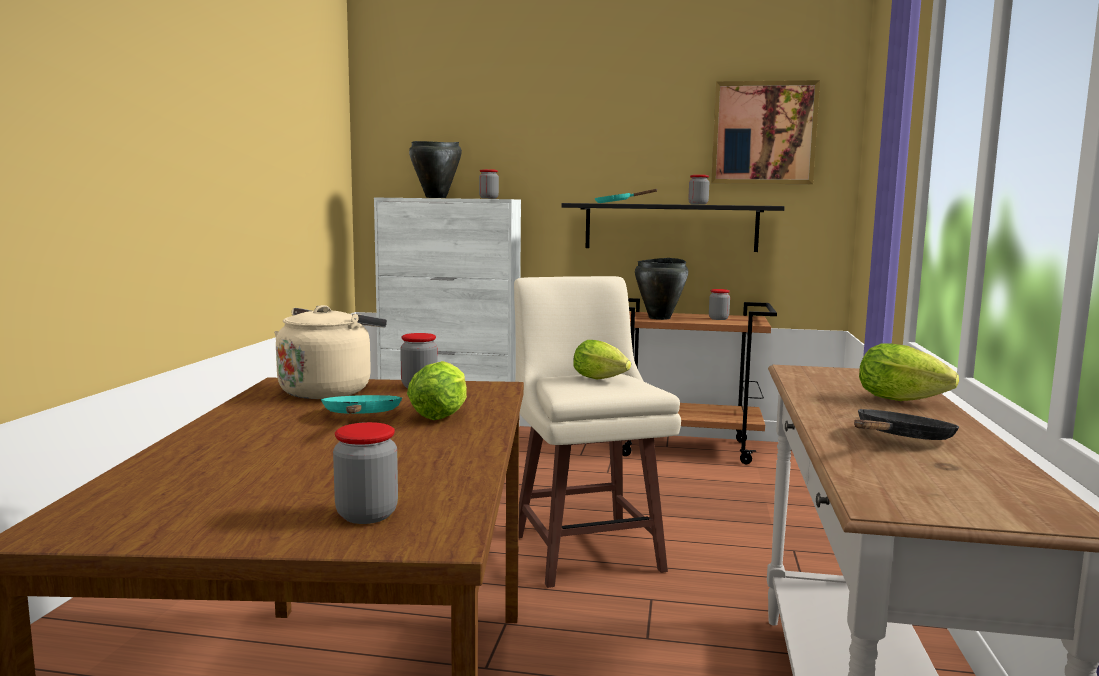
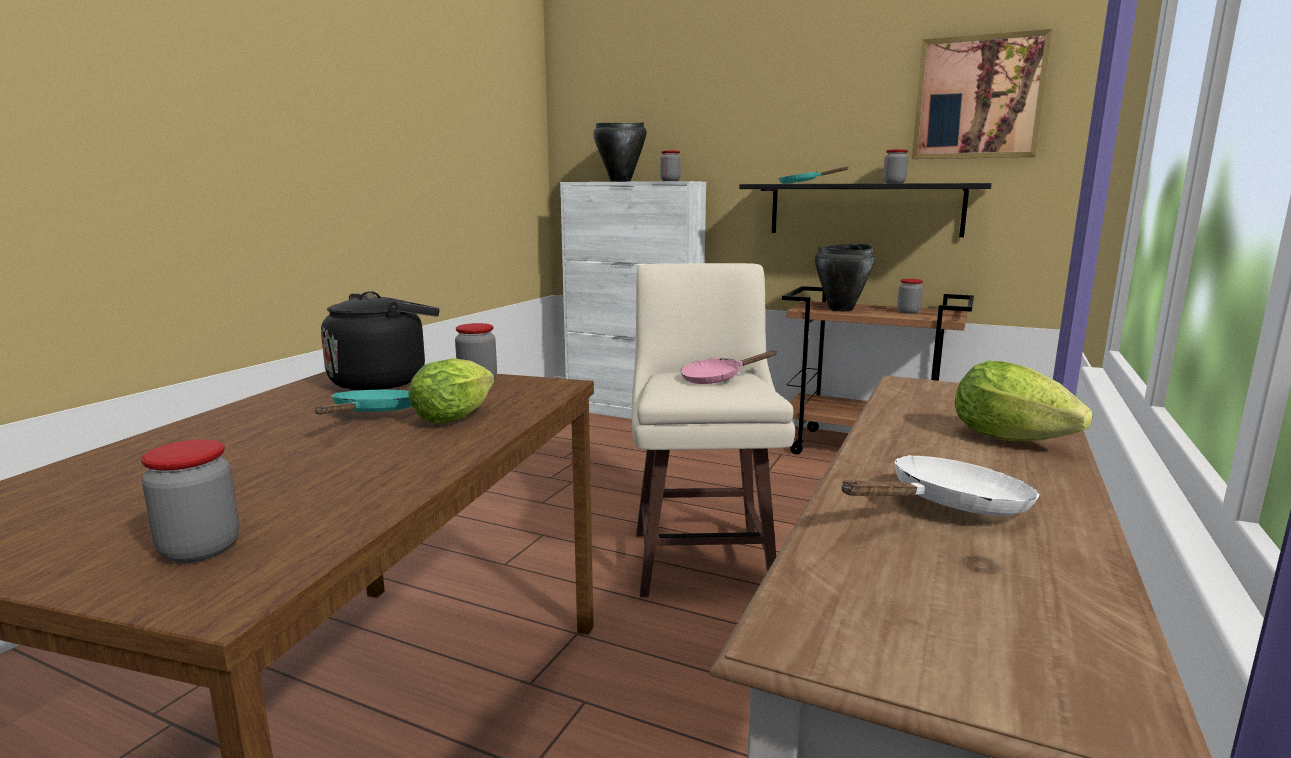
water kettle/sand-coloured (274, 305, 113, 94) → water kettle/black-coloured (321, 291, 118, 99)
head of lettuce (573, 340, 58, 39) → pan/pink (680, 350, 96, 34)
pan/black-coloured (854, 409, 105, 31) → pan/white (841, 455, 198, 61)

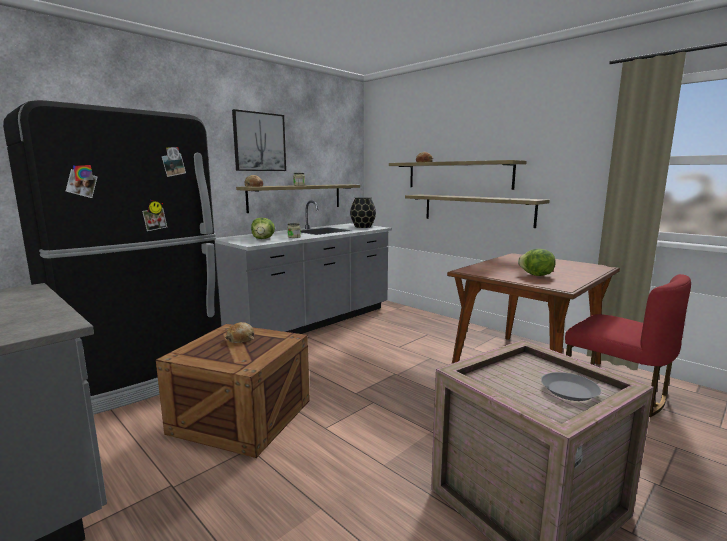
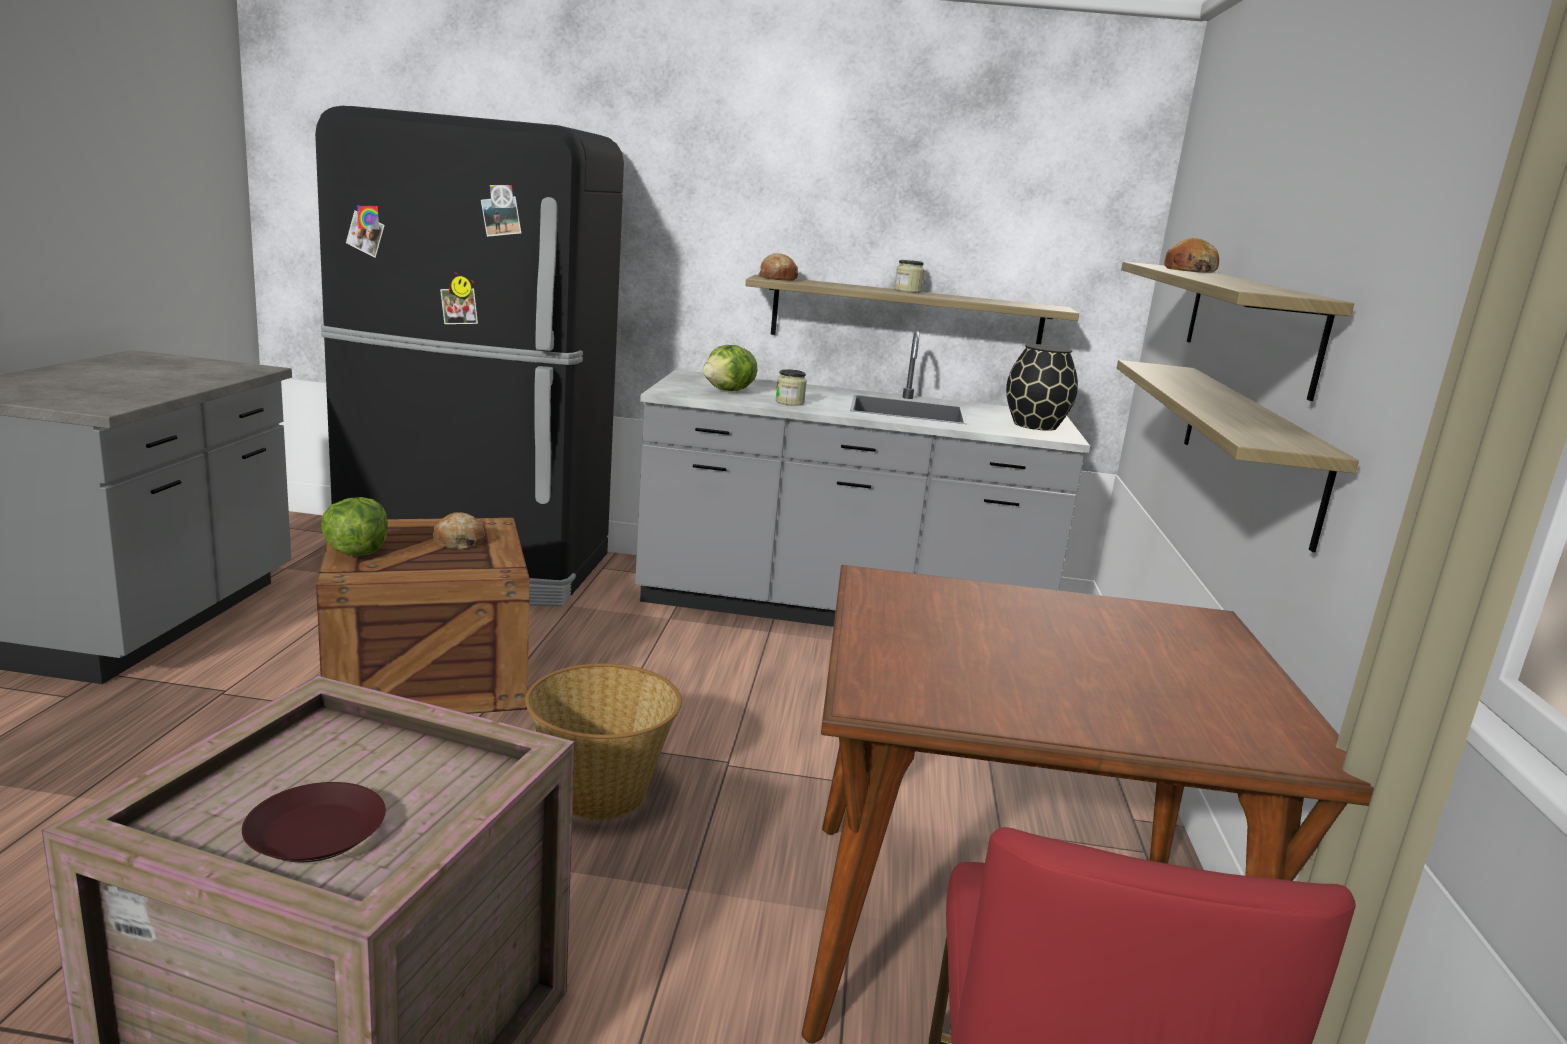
flat dish/gray (541, 372, 60, 29) → flat dish/brown-coloured (242, 782, 144, 80)
head of lettuce (518, 249, 37, 27) → head of lettuce (321, 497, 67, 59), relocated
- → basket (525, 663, 157, 157)
wall art (232, 109, 54, 62) → -

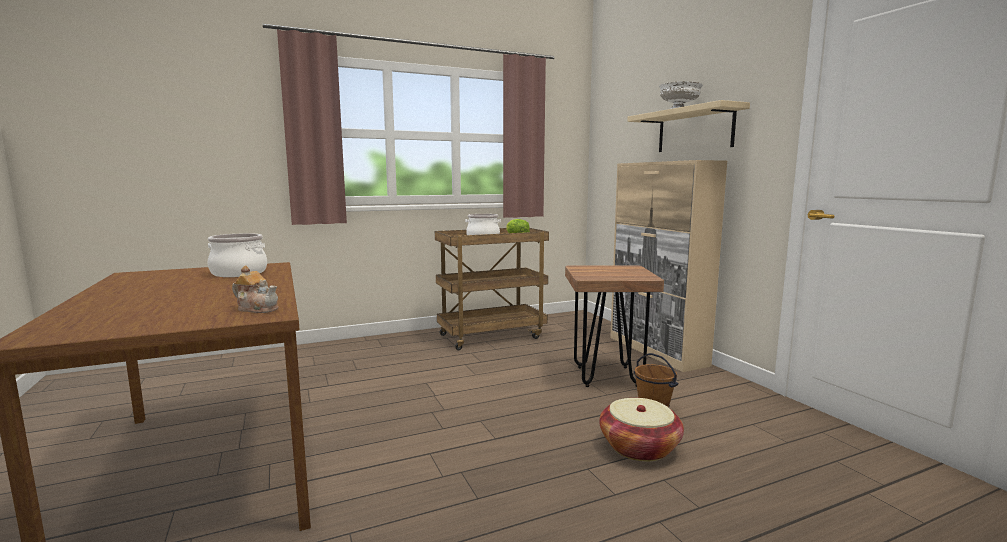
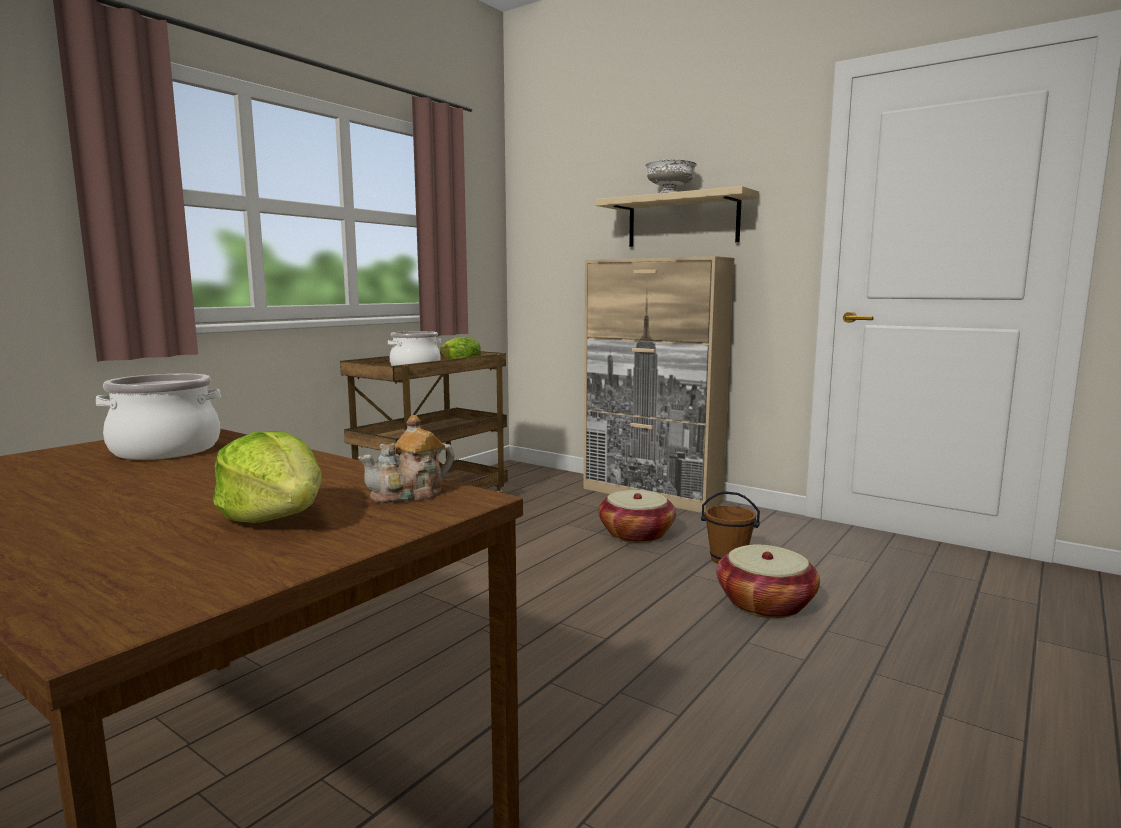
- → head of lettuce (213, 431, 108, 92)
pot for tea (232, 265, 47, 48) → pot for tea (358, 415, 96, 88), 150 degrees clockwise
stool/brown-coloured (565, 265, 99, 122) → basket (598, 490, 78, 53)

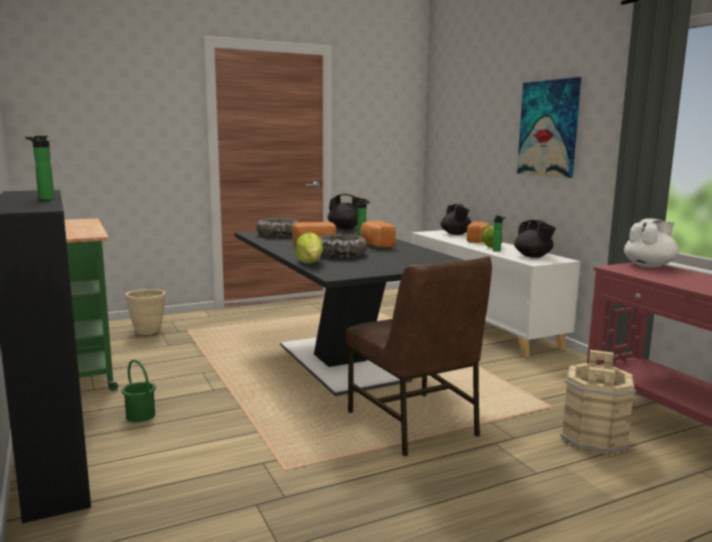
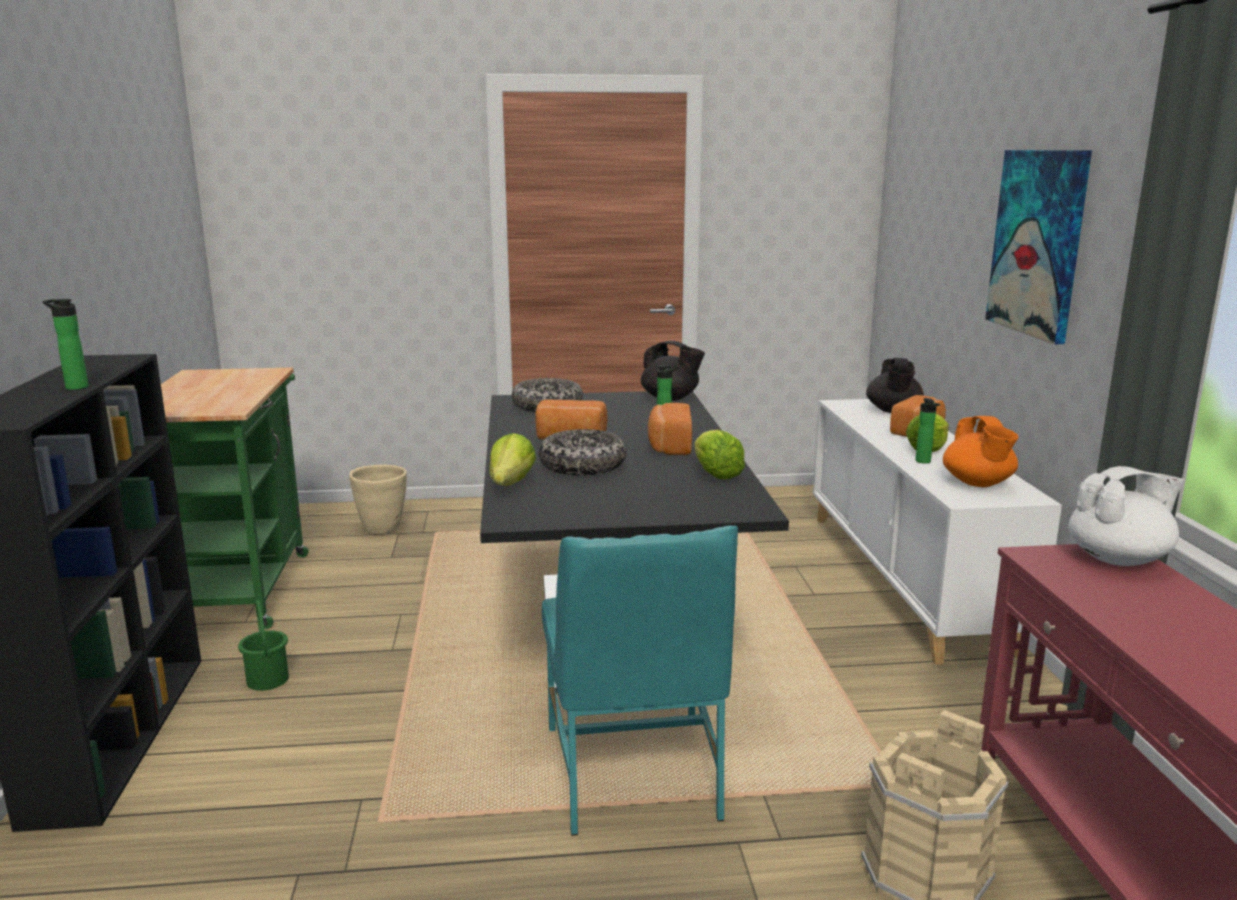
plain chair/brown-coloured (346, 256, 146, 200) → plain chair/turquoise-coloured (542, 525, 196, 311)
- → head of lettuce (695, 430, 50, 50)
pot for tea/black-coloured (514, 220, 42, 38) → pot for tea/orangey (943, 416, 76, 71)

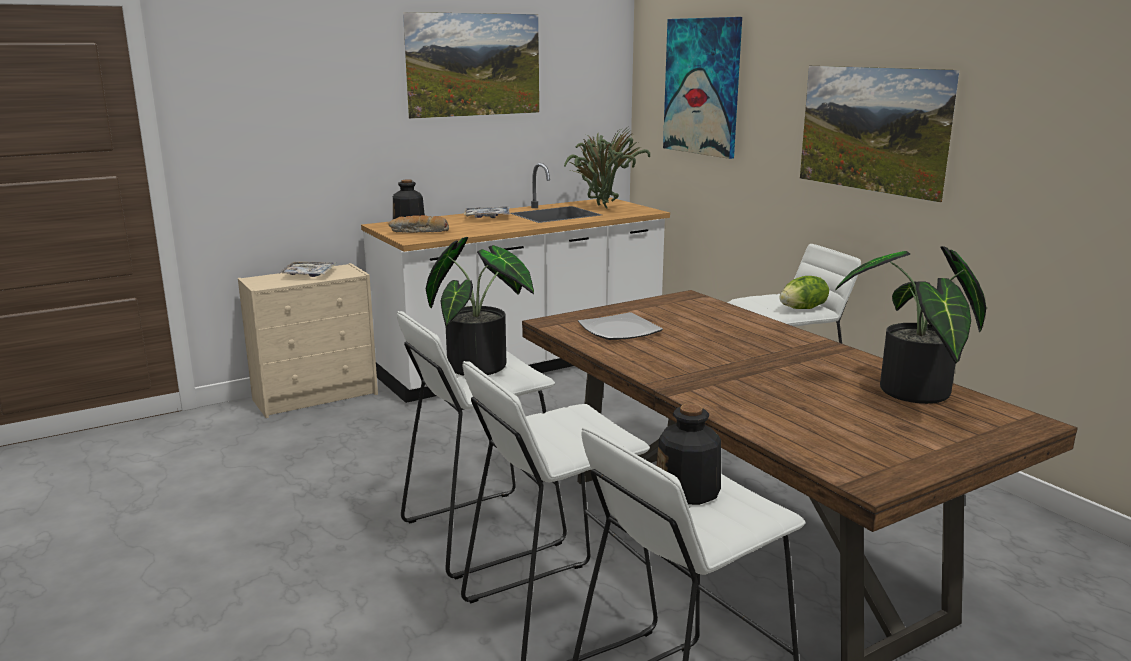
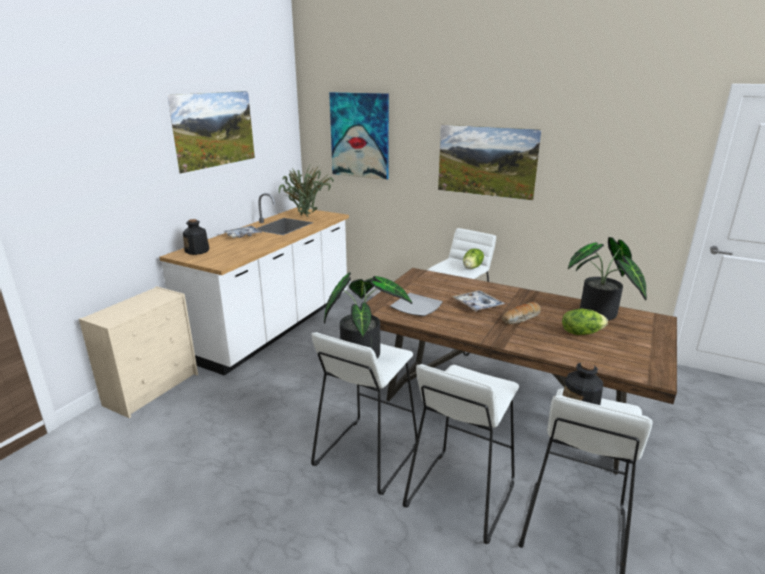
serving tray (278, 262, 59, 15) → serving tray (452, 290, 53, 21), relocated
bread (388, 215, 61, 18) → bread (502, 302, 39, 22), relocated
- → head of lettuce (562, 309, 46, 26)

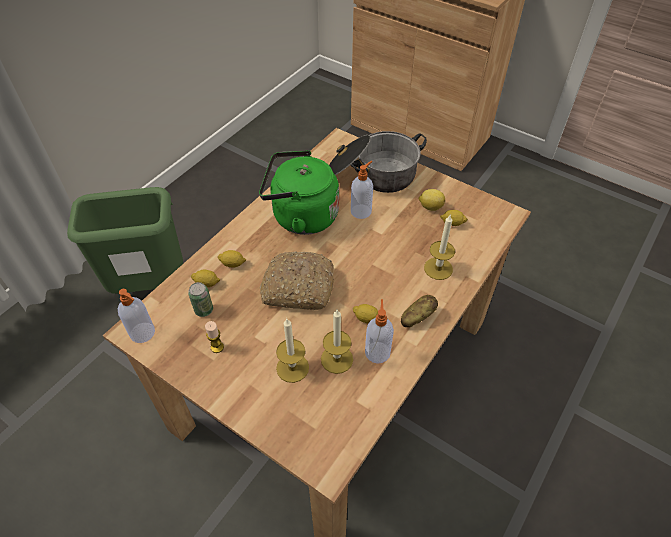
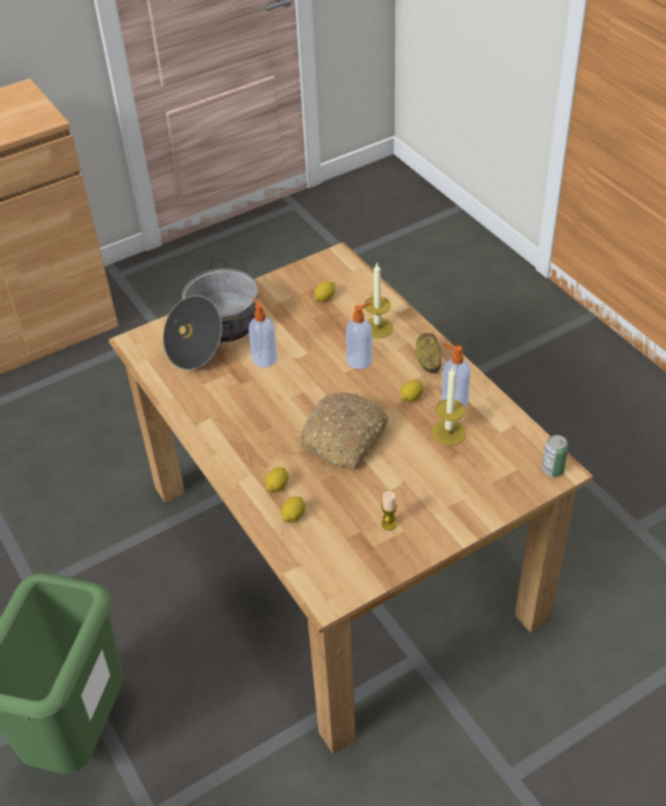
soap bottle (118, 289, 37, 54) → soap bottle (346, 302, 26, 67), relocated
can (188, 282, 25, 35) → can (542, 435, 26, 42), relocated
water kettle/green (259, 150, 80, 85) → -
wax candle (276, 319, 33, 64) → -
citrus fruit (418, 189, 27, 22) → -

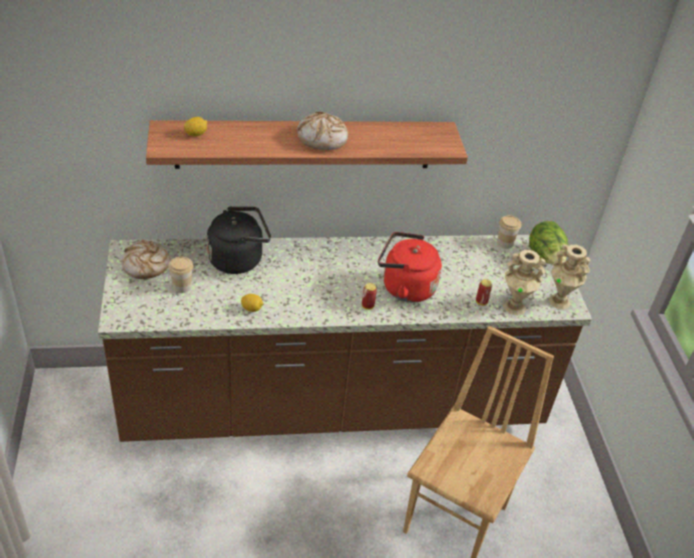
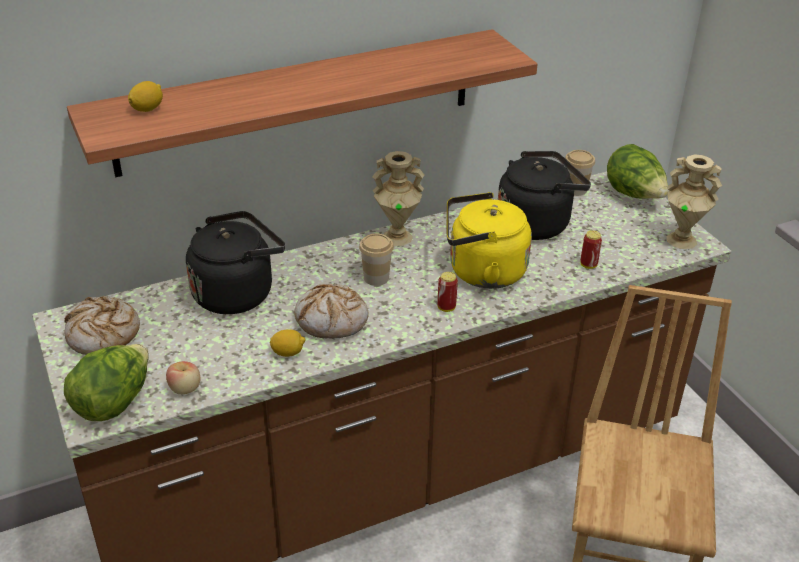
- → head of lettuce (64, 344, 84, 77)
- → apple fruit (166, 361, 34, 33)
bread (297, 112, 51, 38) → bread (294, 284, 75, 55), relocated
cup (168, 257, 25, 36) → cup (359, 234, 35, 52), relocated
vase/sand-coloured (503, 250, 43, 65) → vase/sand-coloured (372, 151, 53, 95), relocated
water kettle/reddish (378, 232, 64, 70) → water kettle/yellow (447, 192, 85, 97)
- → water kettle/black-coloured (498, 151, 93, 89)

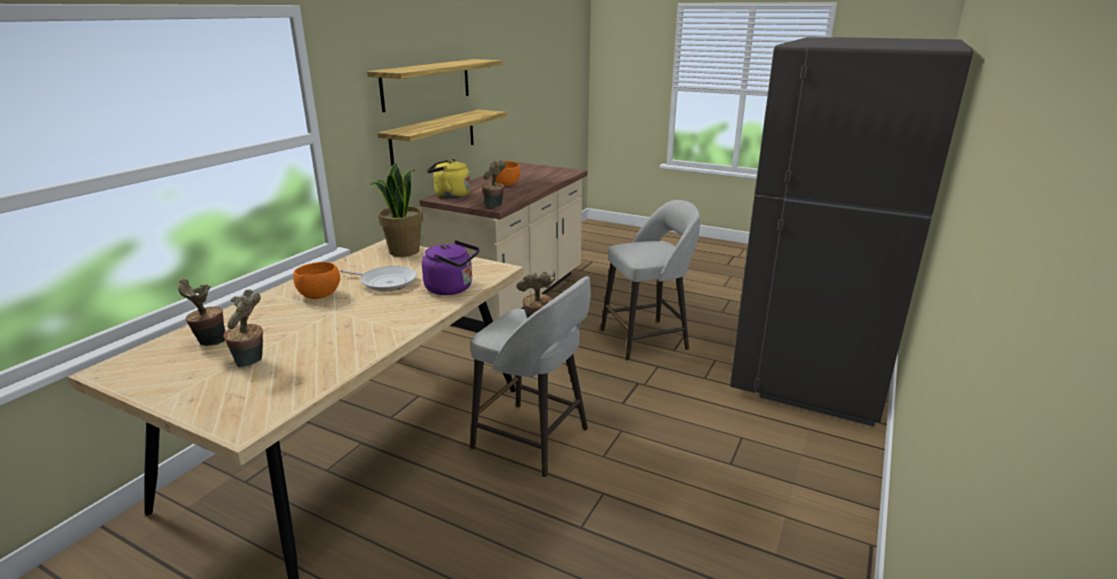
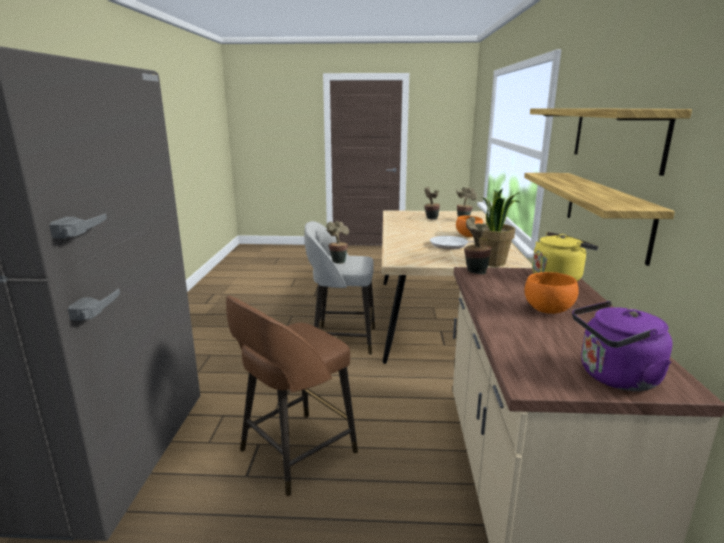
stool/gray (601, 200, 99, 161) → stool/brown-coloured (226, 296, 132, 200)
water kettle/purple-coloured (422, 240, 57, 55) → water kettle/purple-coloured (572, 301, 101, 90), relocated

